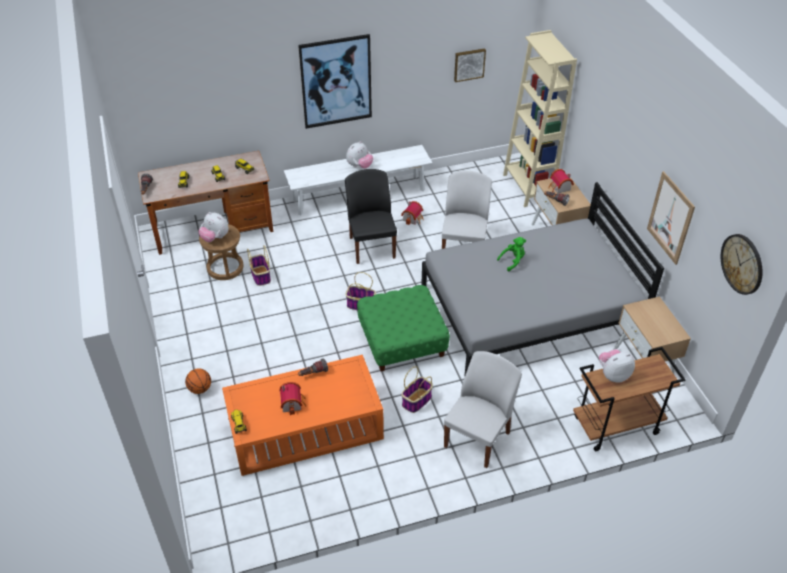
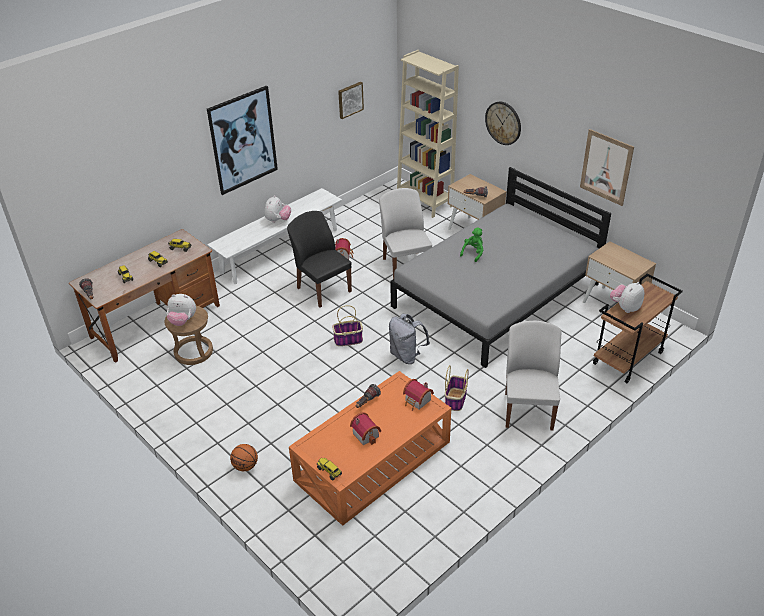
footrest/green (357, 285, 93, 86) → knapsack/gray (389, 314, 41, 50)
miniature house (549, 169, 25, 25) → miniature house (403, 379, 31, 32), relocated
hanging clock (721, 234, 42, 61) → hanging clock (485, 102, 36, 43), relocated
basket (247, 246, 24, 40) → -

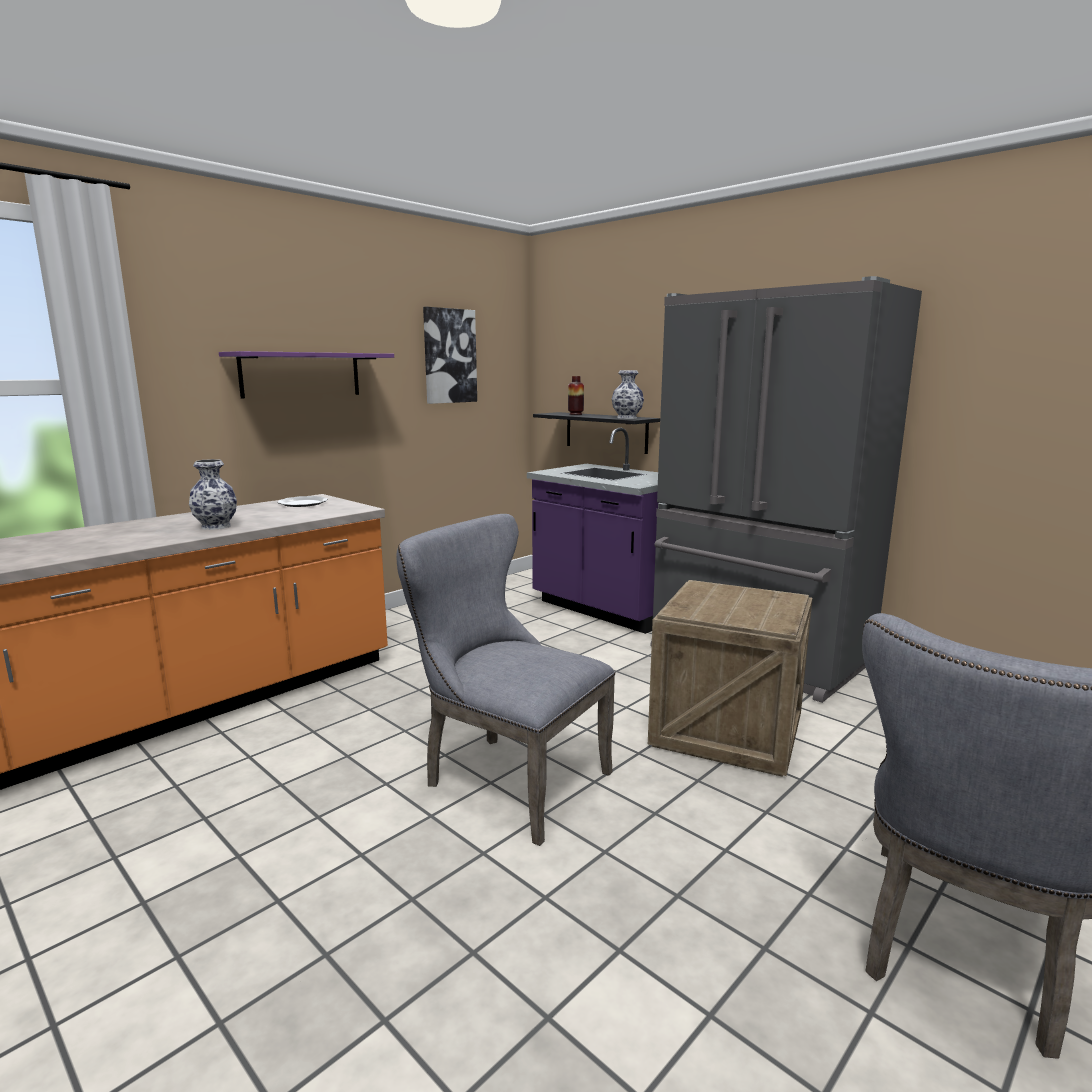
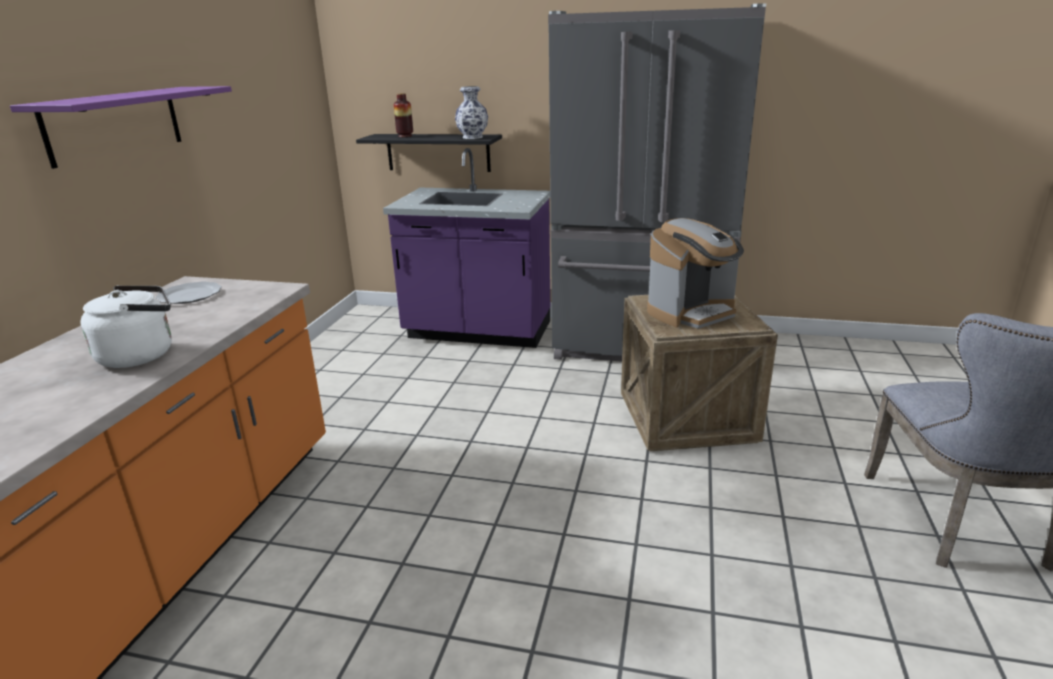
vase (189, 459, 48, 71) → water kettle/white (80, 286, 92, 82)
- → coffee machine (647, 218, 97, 111)
plain chair/gray (397, 514, 218, 332) → -
wall art (423, 307, 54, 97) → -

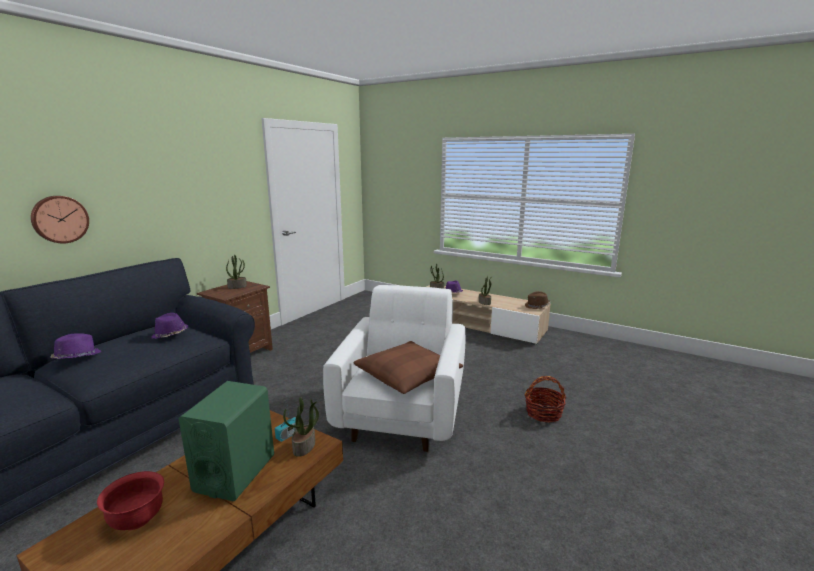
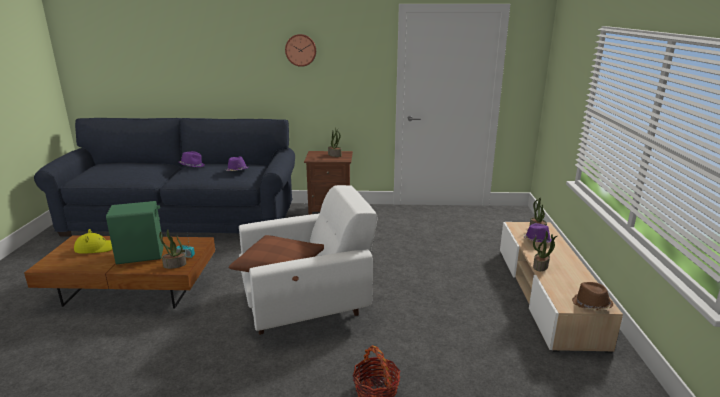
serving bowl/reddish (97, 471, 67, 59) → wearable hat/yellow (74, 229, 39, 25)
hanging clock (31, 196, 58, 48) → hanging clock (285, 34, 31, 33), relocated

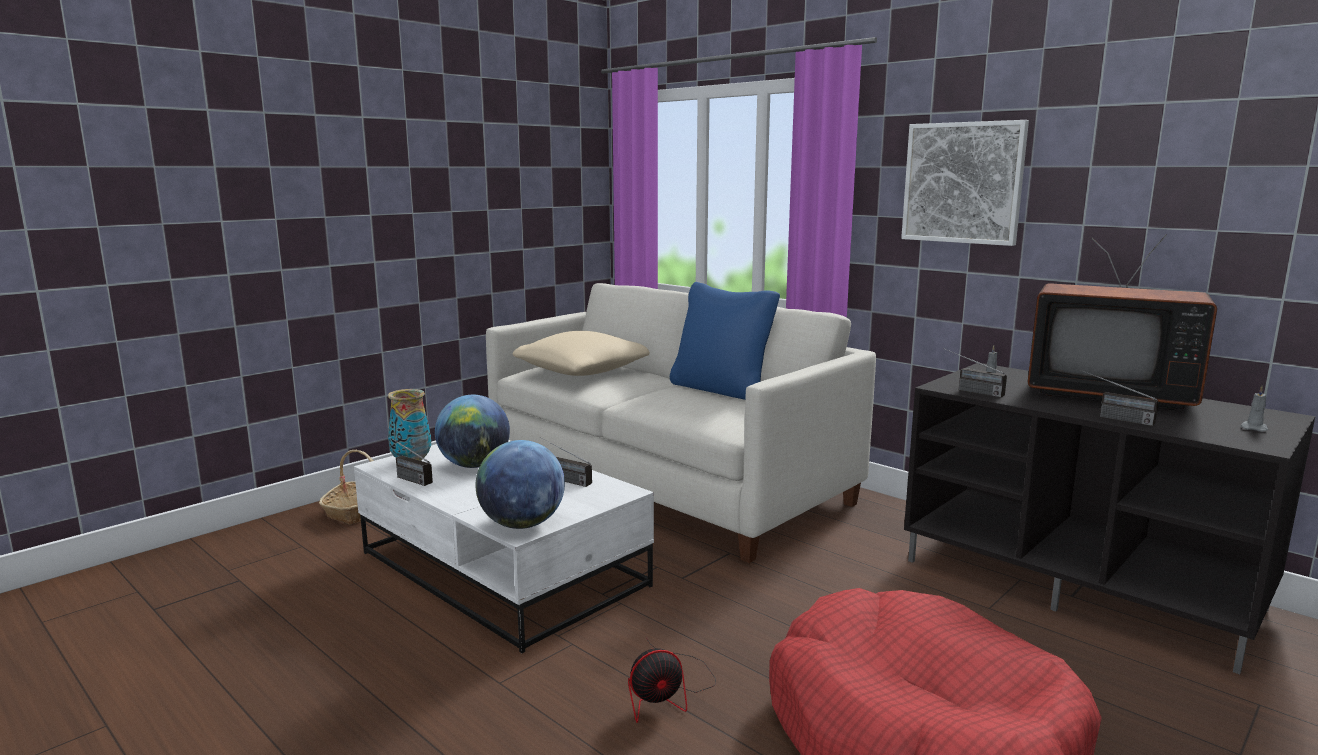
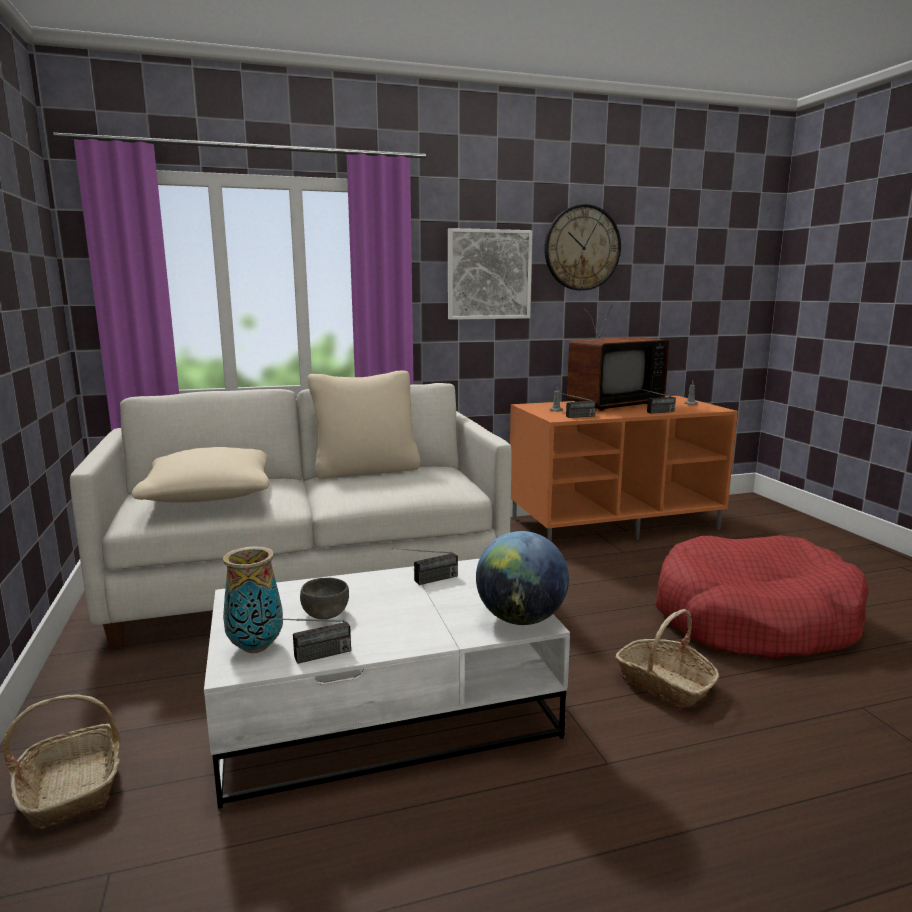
world globe (435, 395, 75, 73) → serving bowl/gray (300, 578, 49, 41)
pillow/blue-coloured (670, 282, 110, 118) → pillow/sand-coloured (307, 371, 114, 108)
tv stand/black-coloured (904, 363, 411, 311) → tv stand/orangey (510, 396, 228, 146)
- → hanging clock (544, 204, 77, 87)
fan (628, 638, 88, 85) → basket (615, 609, 104, 99)

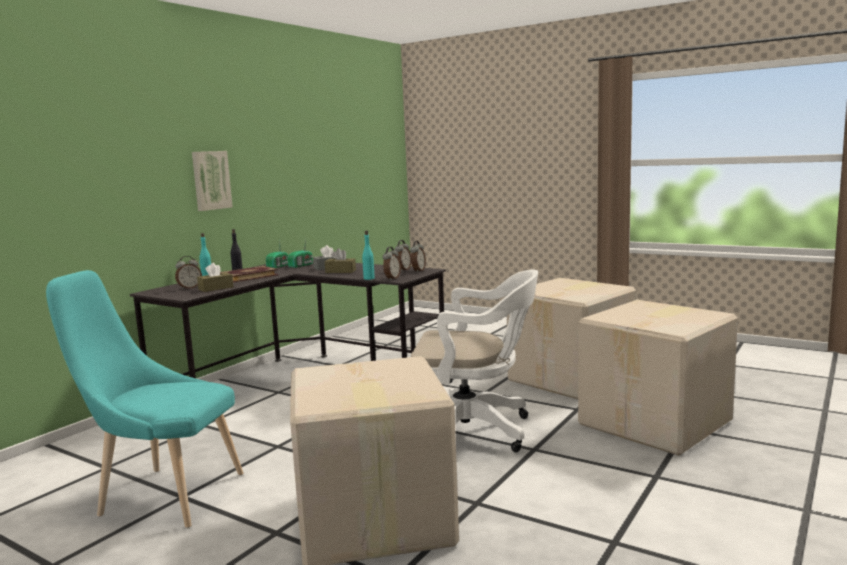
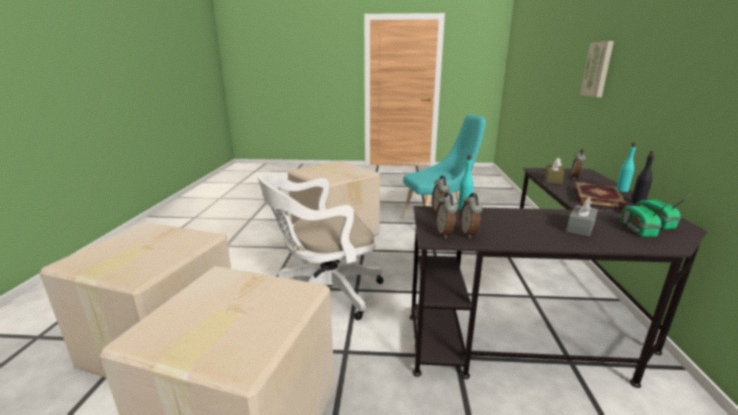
wall art (192, 151, 41, 60) → wall art (580, 41, 34, 56), relocated
tissue holder/brown-coloured (325, 248, 31, 25) → -

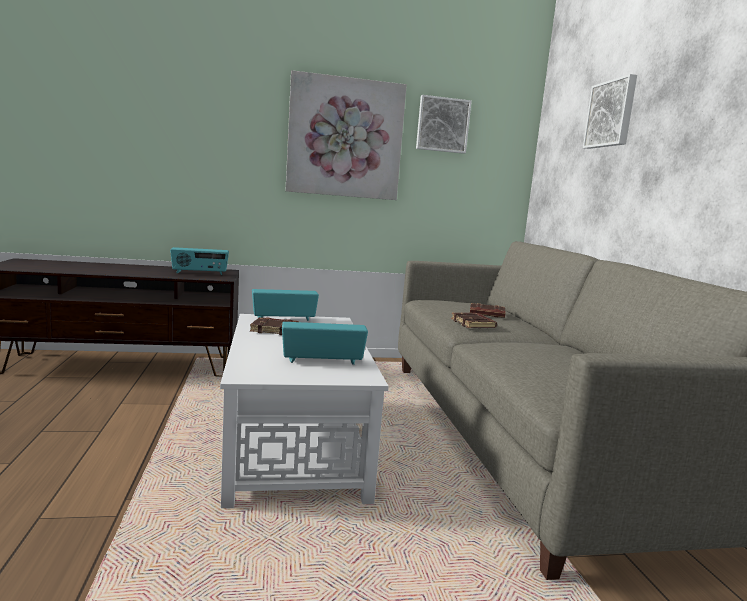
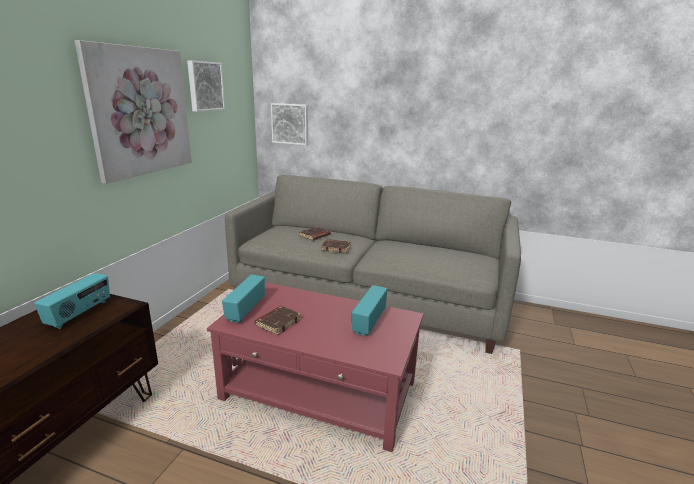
lounge table/white (220, 314, 169, 194) → lounge table/reddish (207, 282, 217, 170)
wall art (583, 74, 54, 75) → wall art (271, 103, 37, 42), relocated

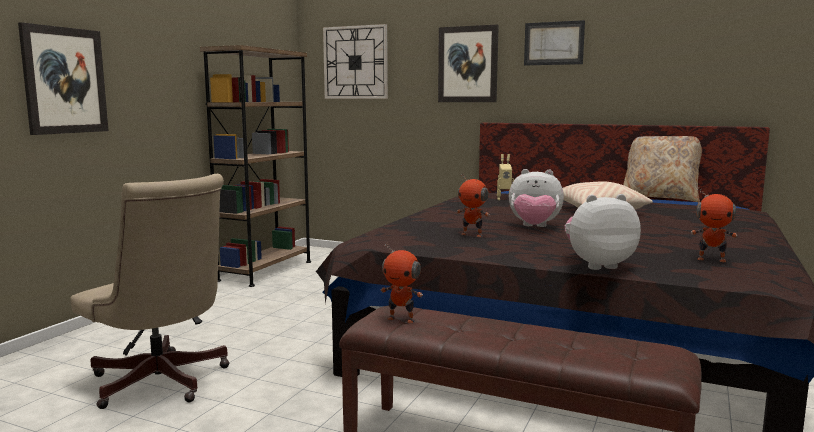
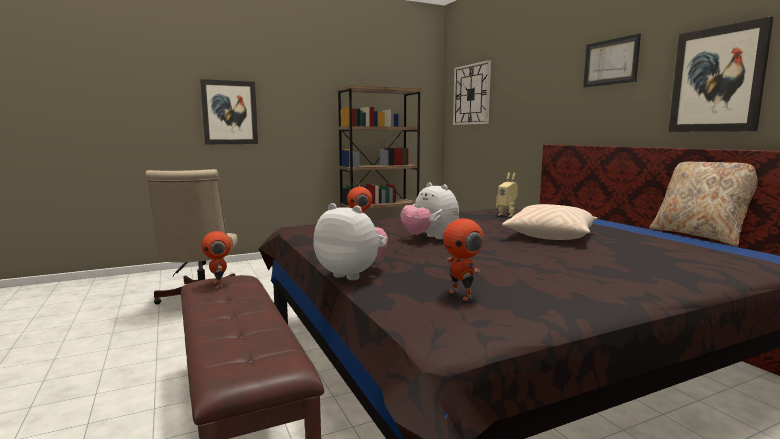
wall art (438, 24, 61, 78) → wall art (669, 17, 105, 115), relocated

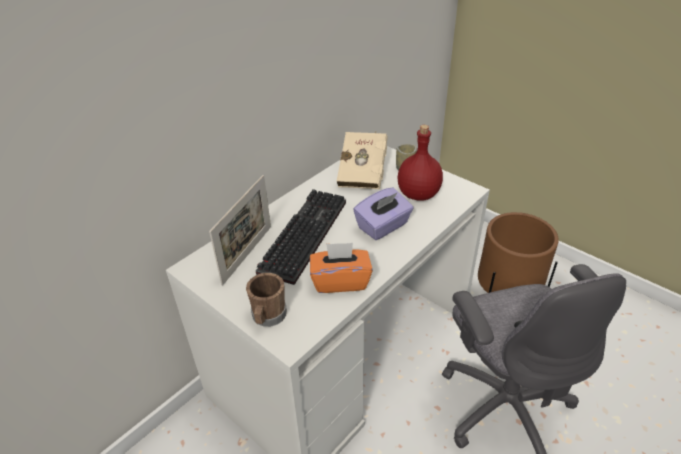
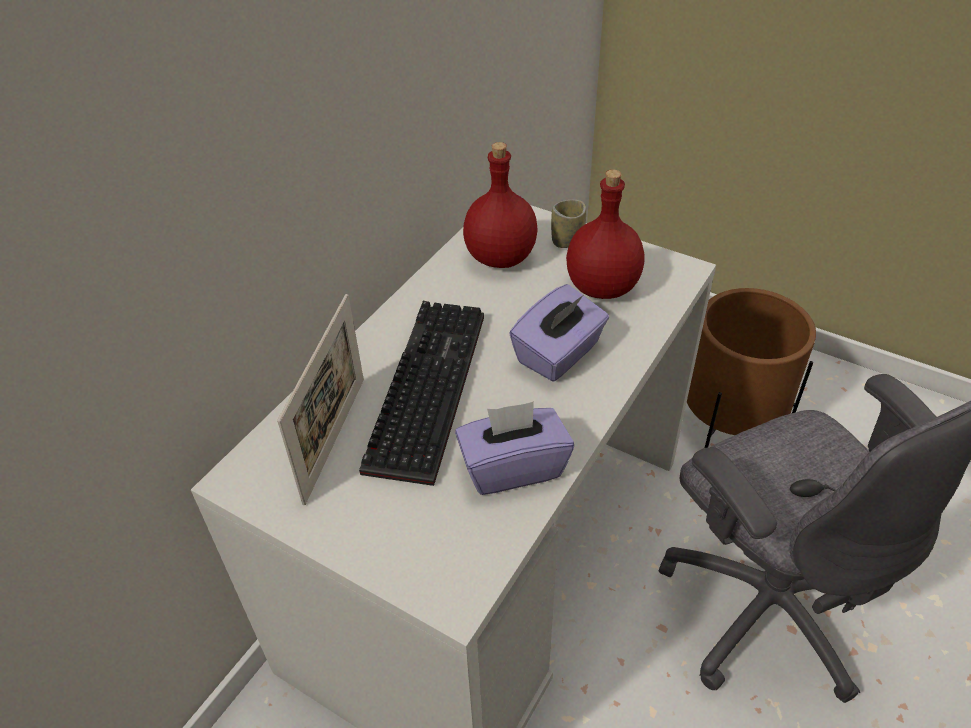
tissue holder/orangey (310, 243, 63, 50) → tissue holder/purple-coloured (455, 402, 119, 93)
book/sand-coloured (337, 132, 51, 57) → bottle/reddish (463, 142, 75, 126)
coffee mug/brown-coloured (246, 273, 41, 54) → -

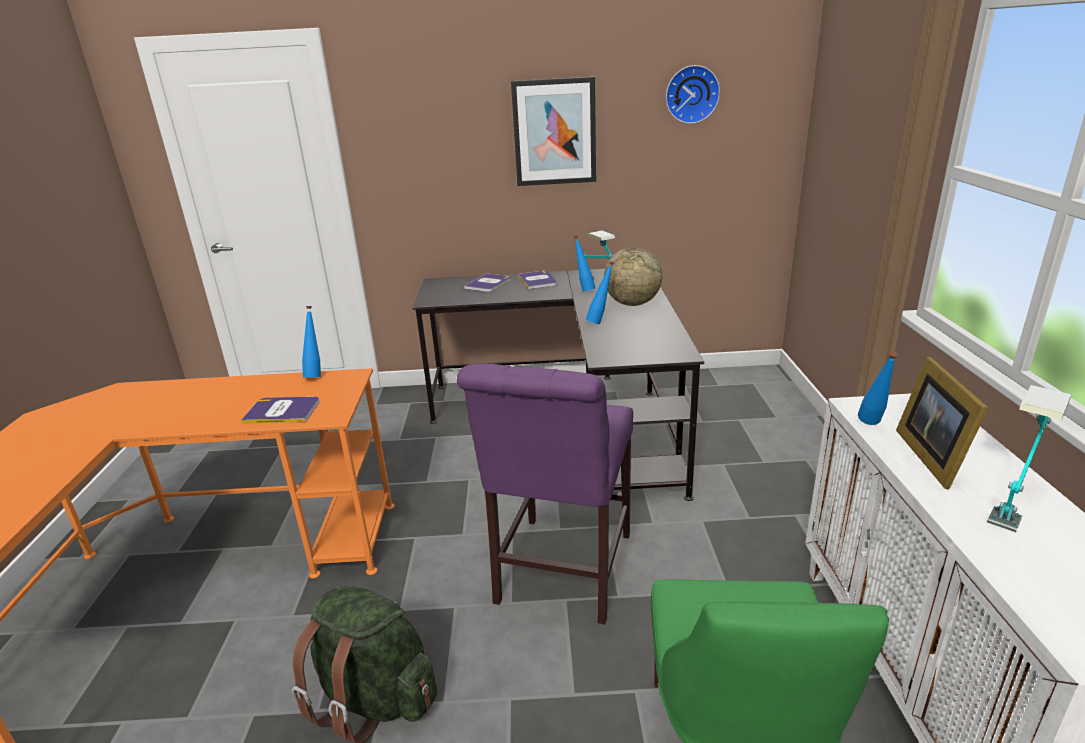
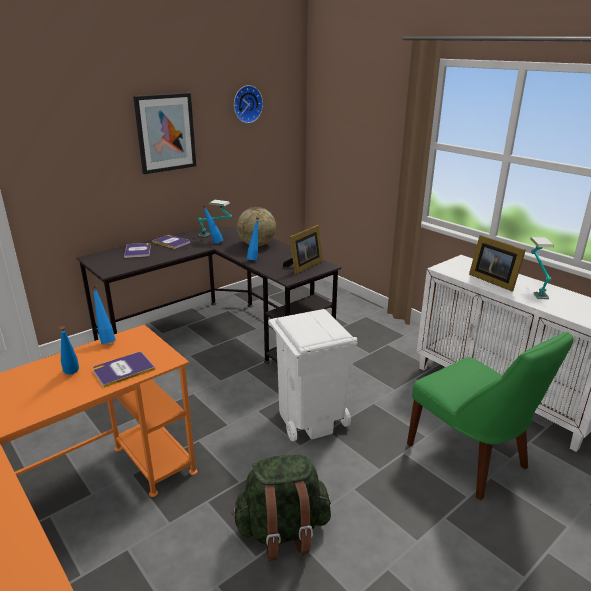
bottle/blue-coloured (858, 351, 40, 74) → bottle/blue-coloured (60, 326, 19, 49), relocated
plain chair/purple-coloured (457, 364, 176, 260) → rubbish bin/white (268, 309, 90, 133)
- → standing frame (283, 225, 40, 50)

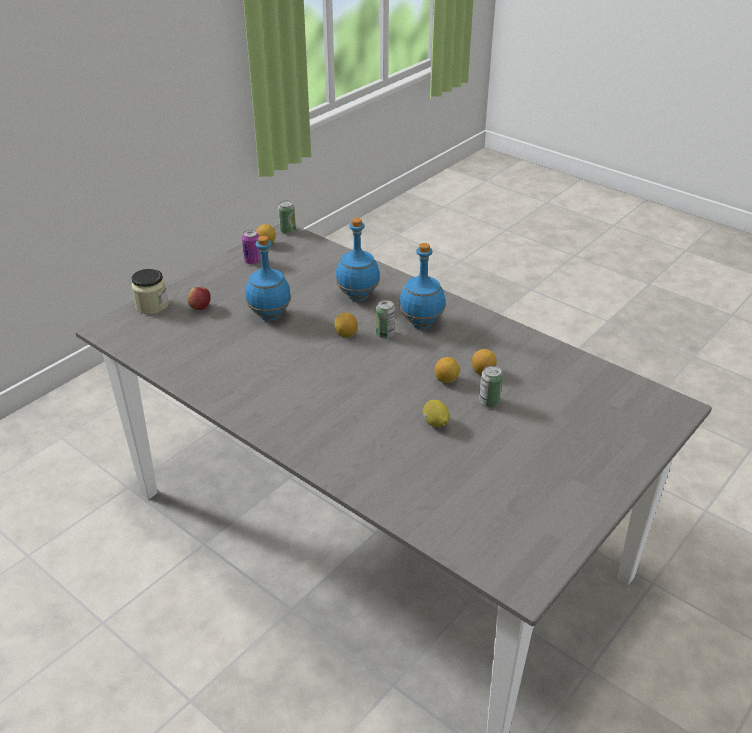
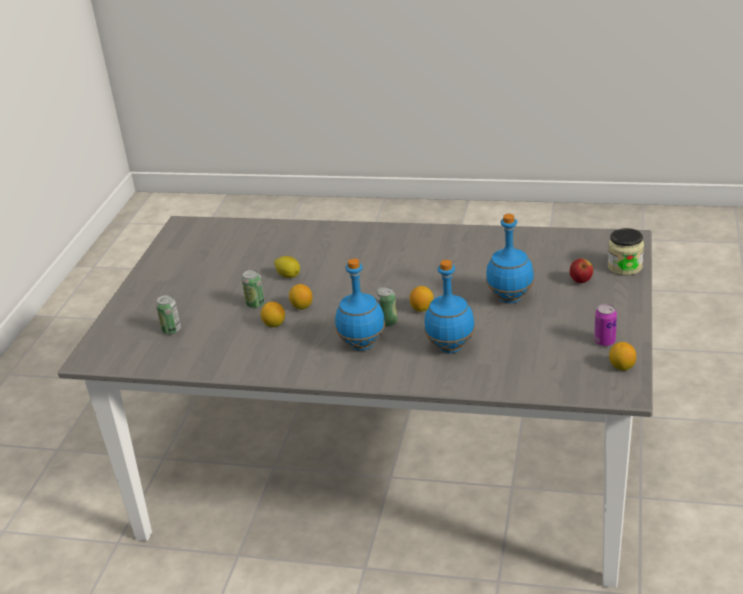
can (278, 201, 18, 33) → can (156, 295, 25, 39), relocated

